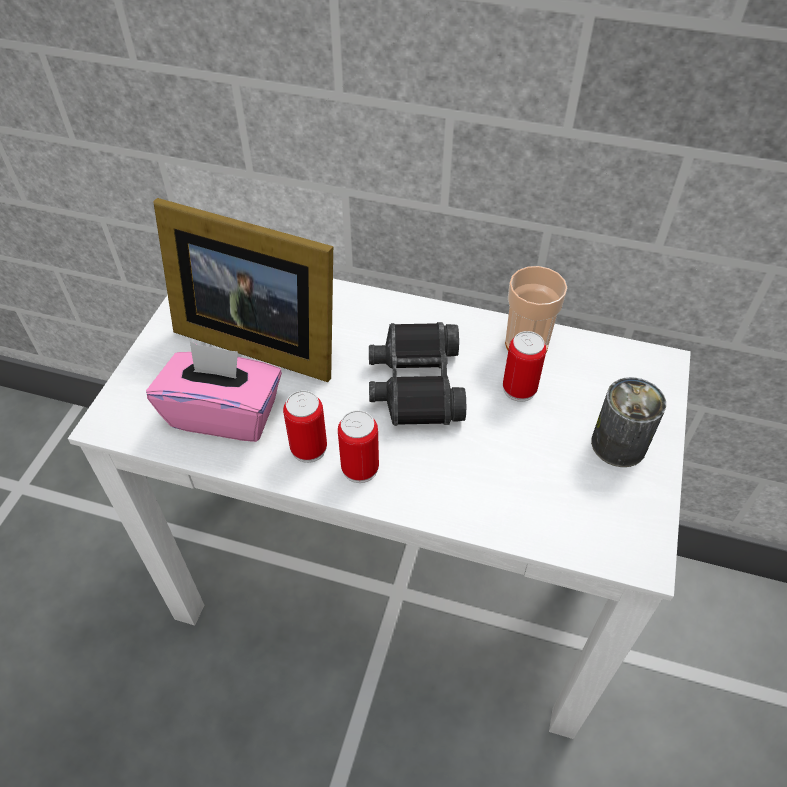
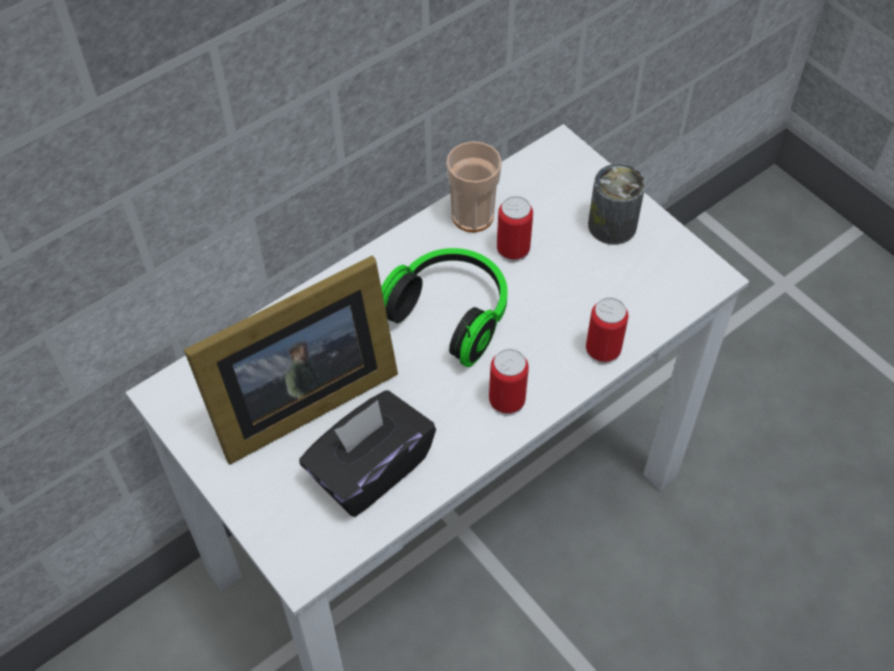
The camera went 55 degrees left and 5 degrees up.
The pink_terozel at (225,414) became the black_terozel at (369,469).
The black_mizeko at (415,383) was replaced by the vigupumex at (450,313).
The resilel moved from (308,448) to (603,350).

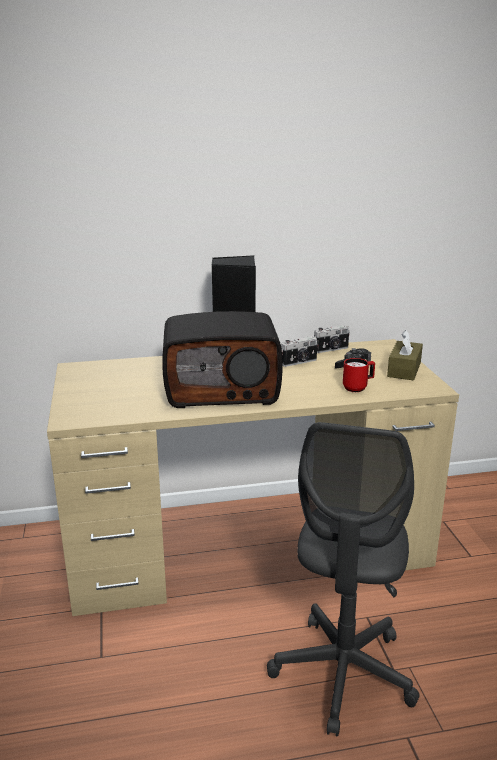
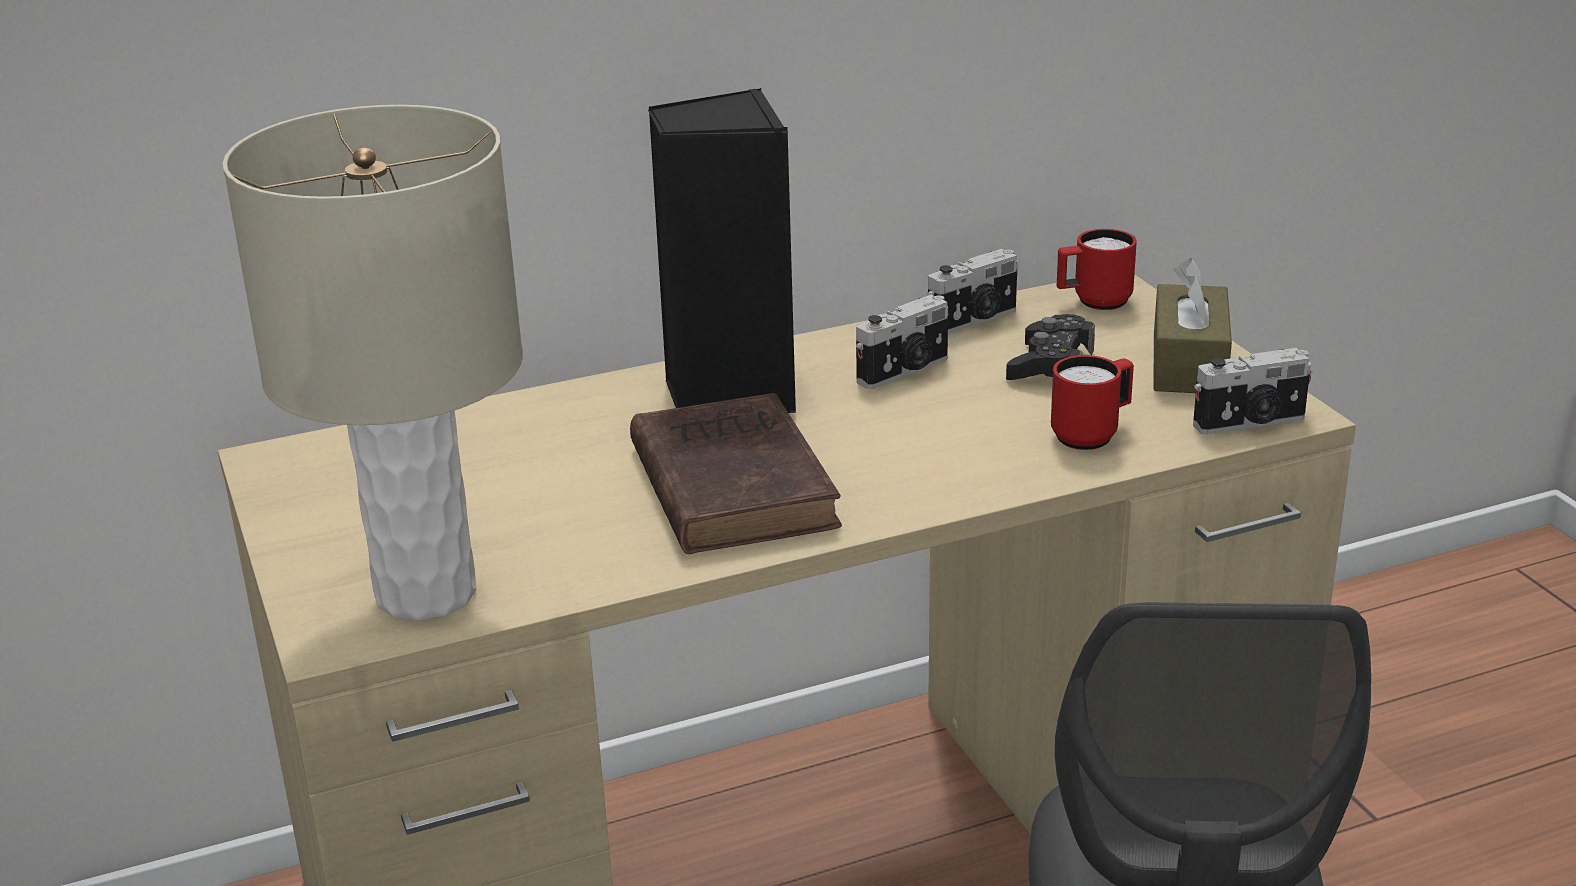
The camera went 10 degrees left and 5 degrees up.
The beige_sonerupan at (427,594) appeared.
The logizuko at (222,389) was replaced by the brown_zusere at (730,483).
The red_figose at (1093,302) appeared.
The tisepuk at (1251,423) appeared.

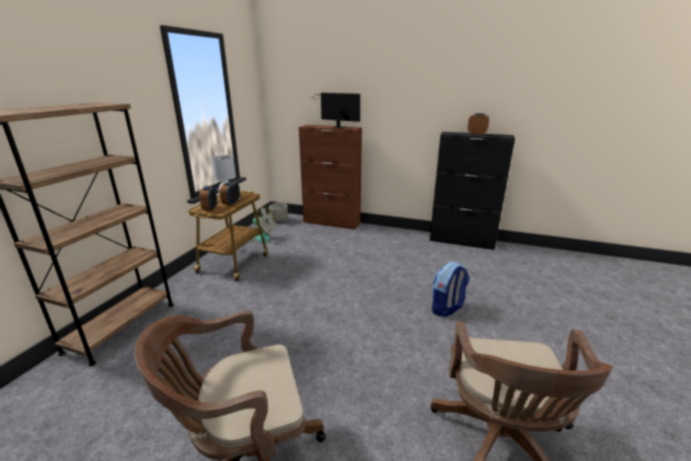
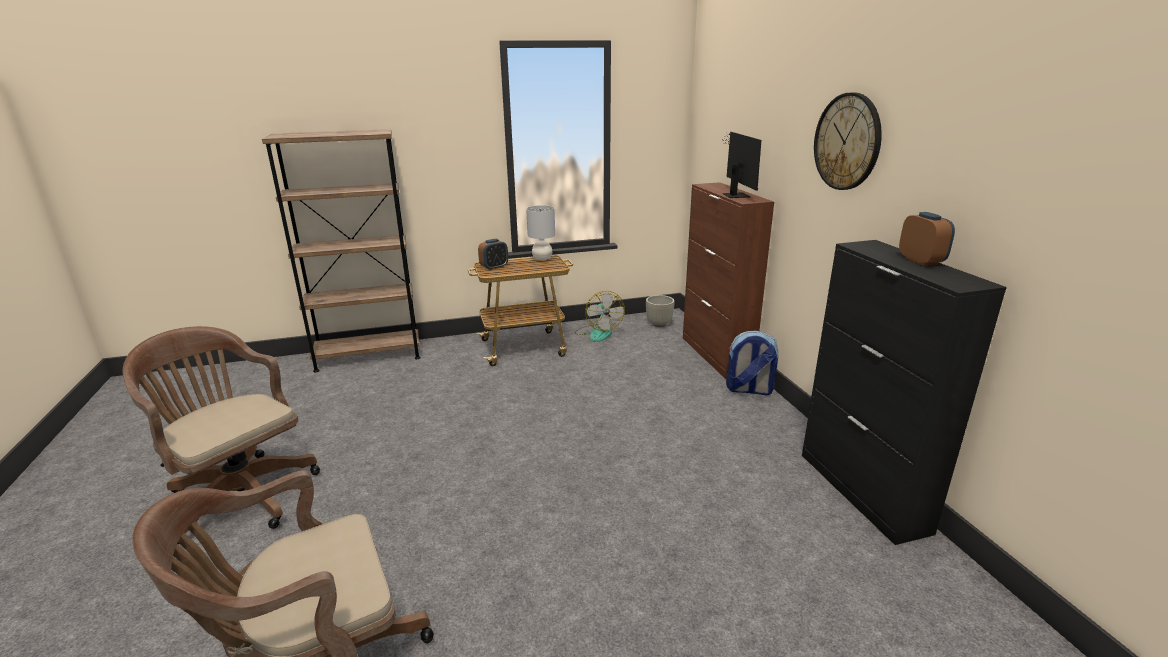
The camera went 55 degrees right and 0 degrees up.
The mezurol moved from (447,308) to (748,390).
The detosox at (847,142) appeared.
The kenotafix at (231,203) disappeared.

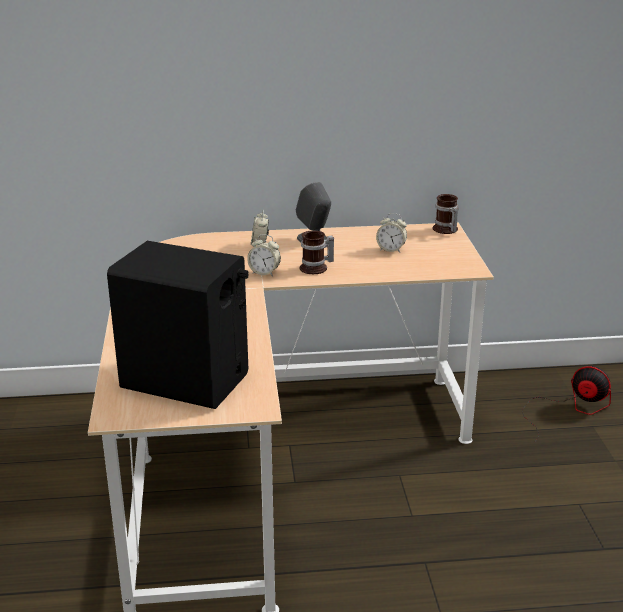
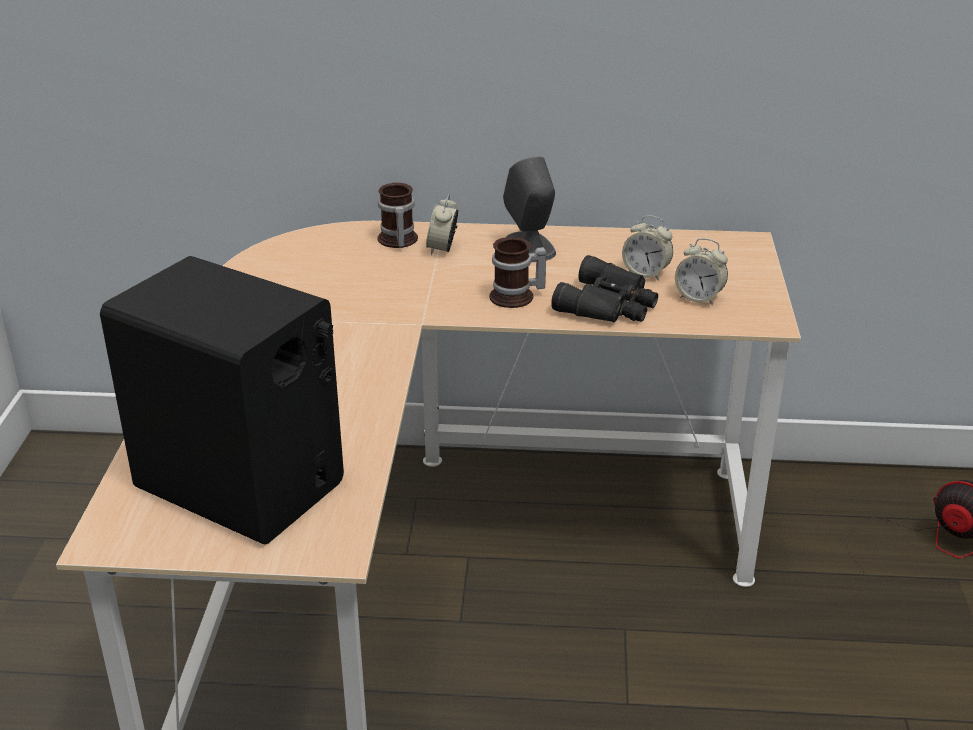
The camera went 10 degrees right and 5 degrees up.
The figose moved from (445,230) to (396,241).
The black_mizeko at (609,305) appeared.
The kenotafix moved from (264,273) to (699,298).

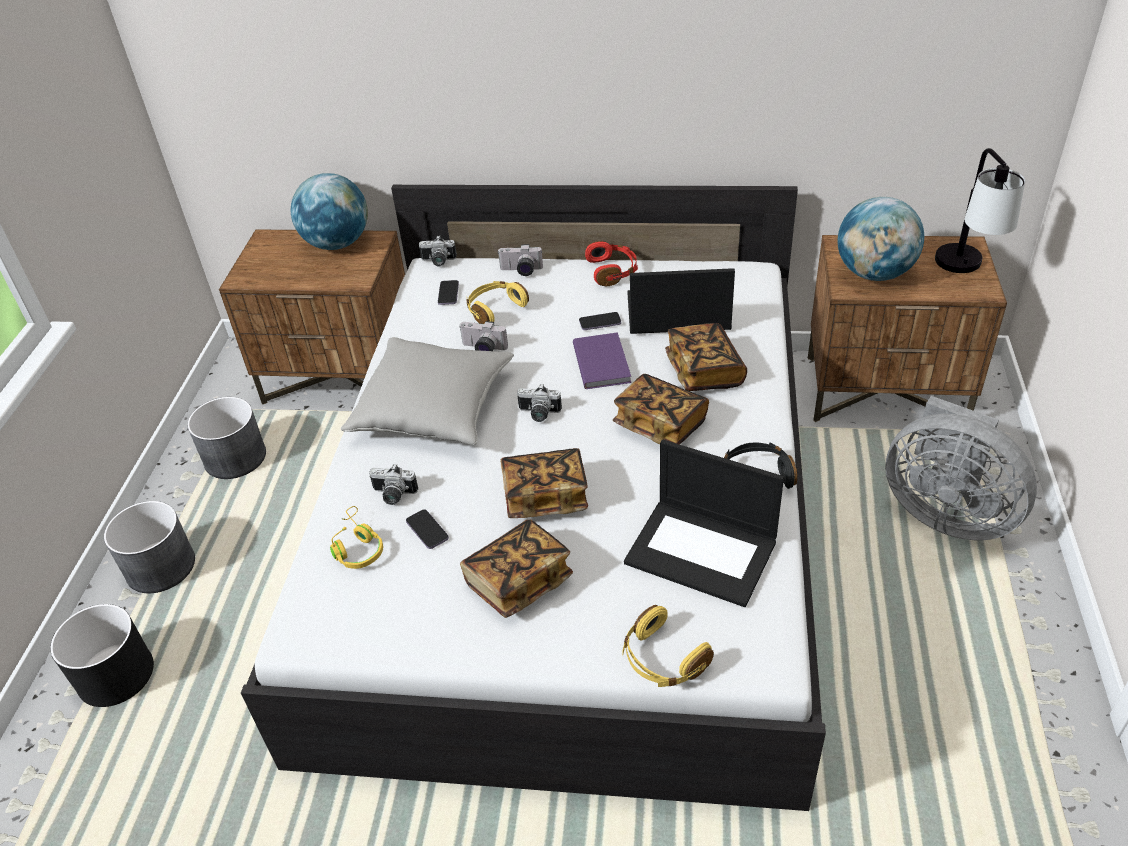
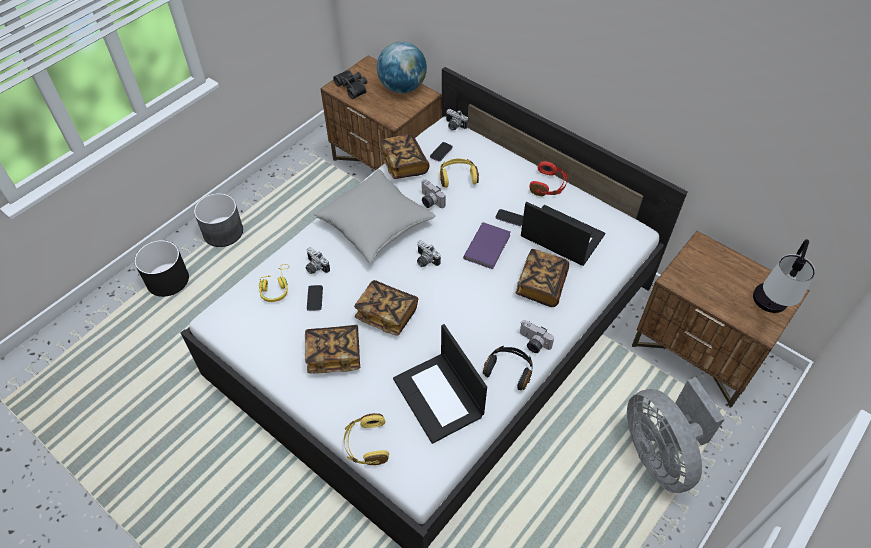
The camera went 30 degrees right and 10 degrees up.
The black_mizeko at (353,87) appeared.
The zusere moved from (660,424) to (404,165).
The tisepuk moved from (521,271) to (532,343).
The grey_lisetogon at (235,457) disappeared.
The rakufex at (874,273) disappeared.

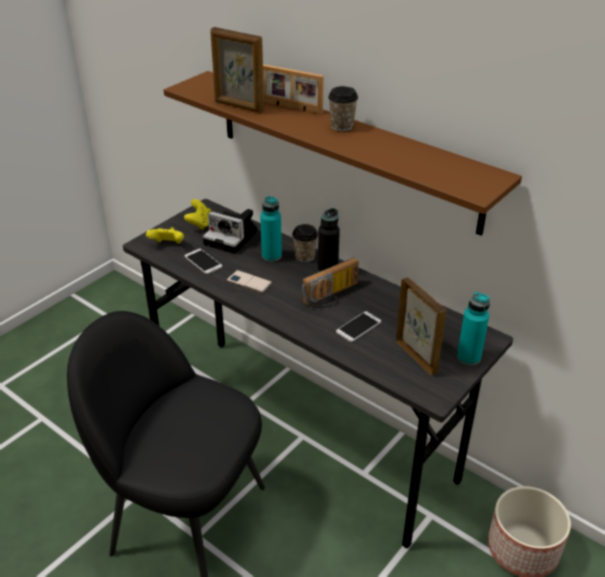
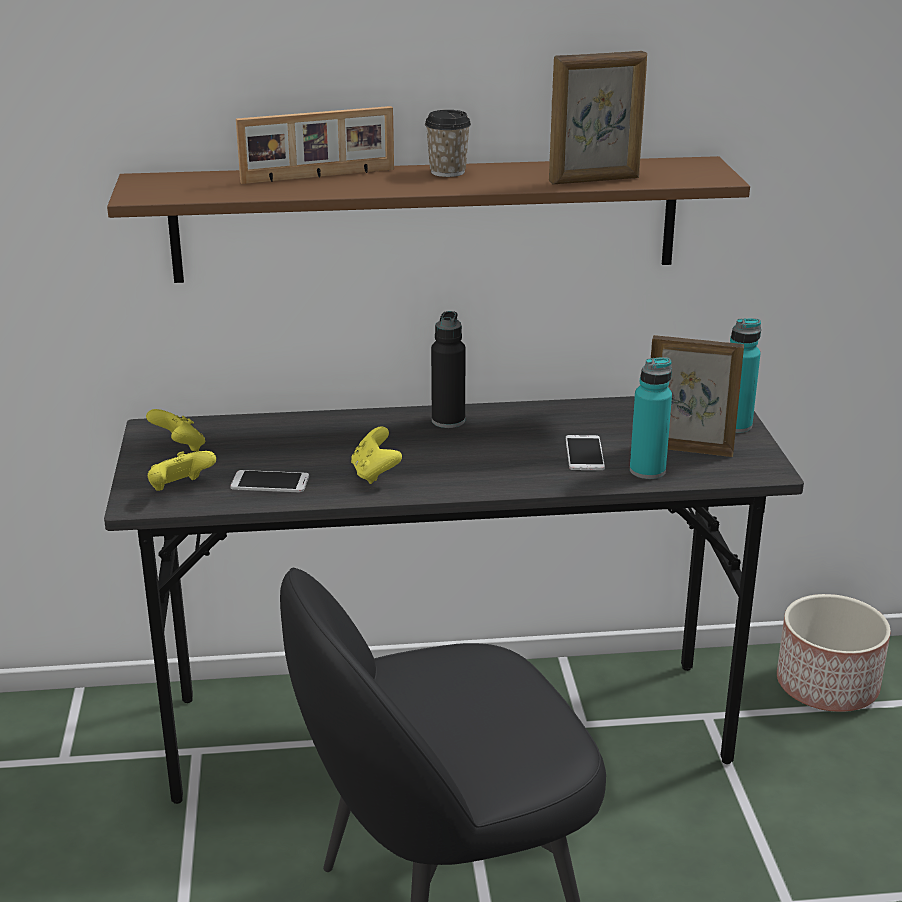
The camera went 45 degrees left and 10 degrees down.
The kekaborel at (249,282) was replaced by the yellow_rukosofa at (375,474).
The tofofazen moved from (238,106) to (595,180).
The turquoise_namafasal moved from (271,256) to (647,471).
The tisepuk at (233,238) disappeared.
The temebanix at (305,257) disappeared.
The logizuko at (332,296) disappeared.

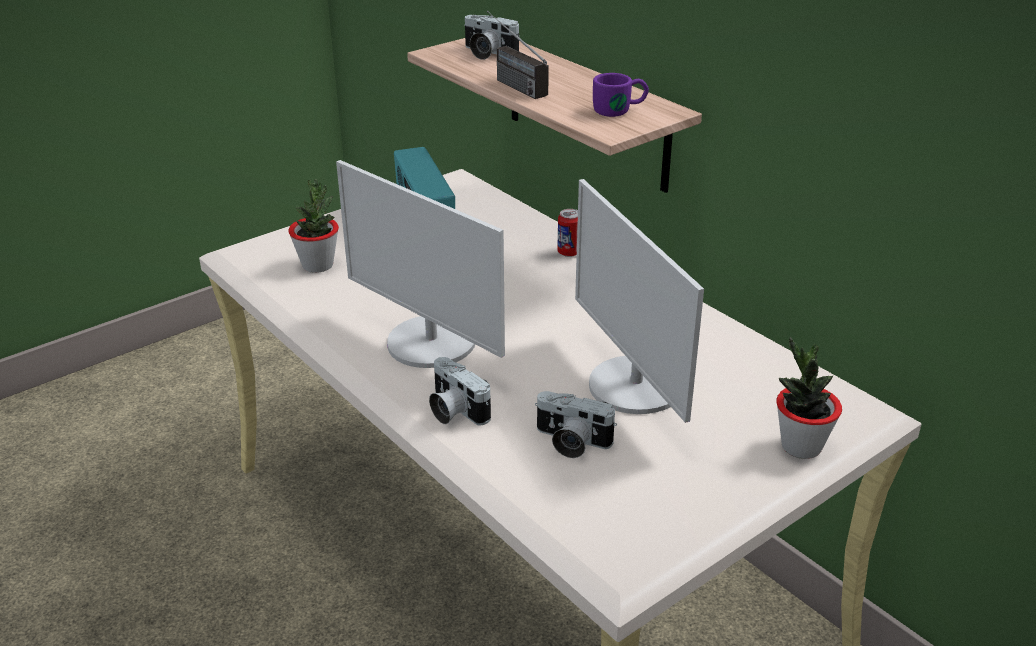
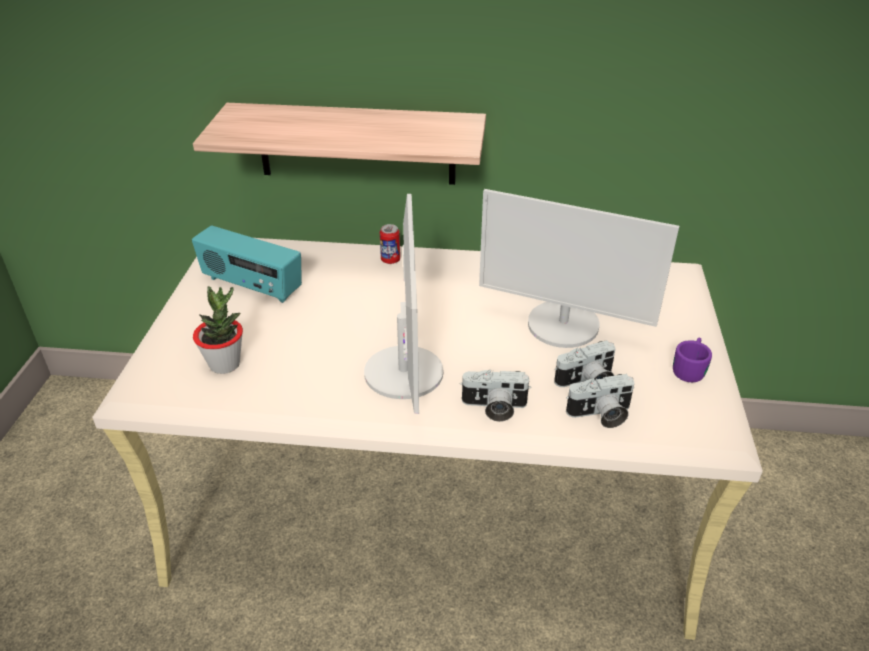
The camera went 45 degrees left and 5 degrees up.
The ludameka at (431,343) turned 90 degrees counterclockwise.
The tisepuk moved from (487,53) to (600,415).
The purple_figose moved from (620,110) to (690,368).
The logizuko at (510,83) disappeared.
The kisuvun at (801,446) disappeared.

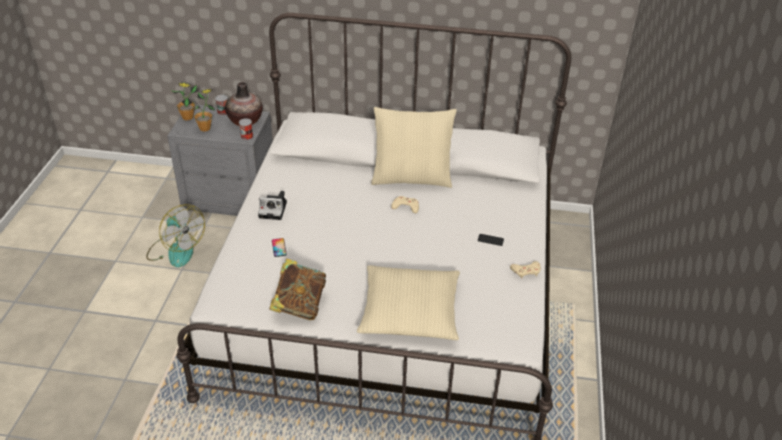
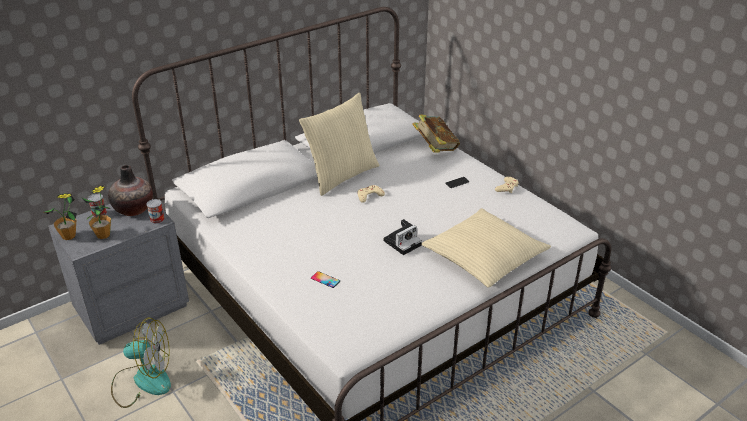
The camera went 45 degrees left and 5 degrees down.
The tisepuk moved from (274,210) to (403,242).
The zusere moved from (299,305) to (435,148).

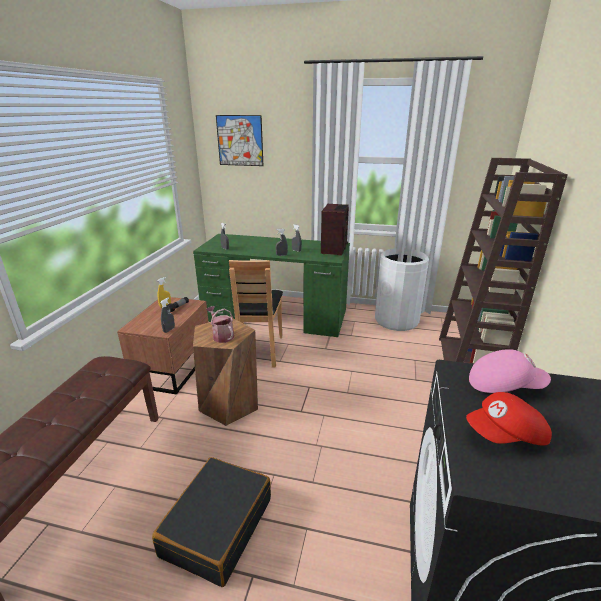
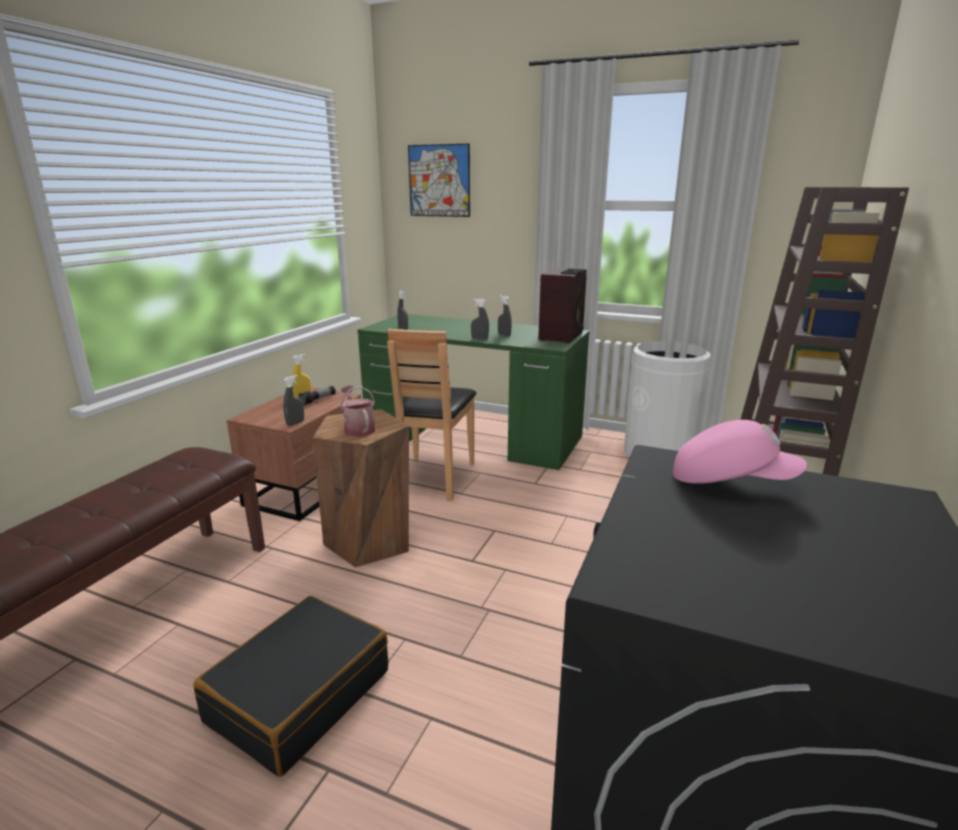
The camera went 10 degrees right and 5 degrees down.
The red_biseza at (506,436) disappeared.

